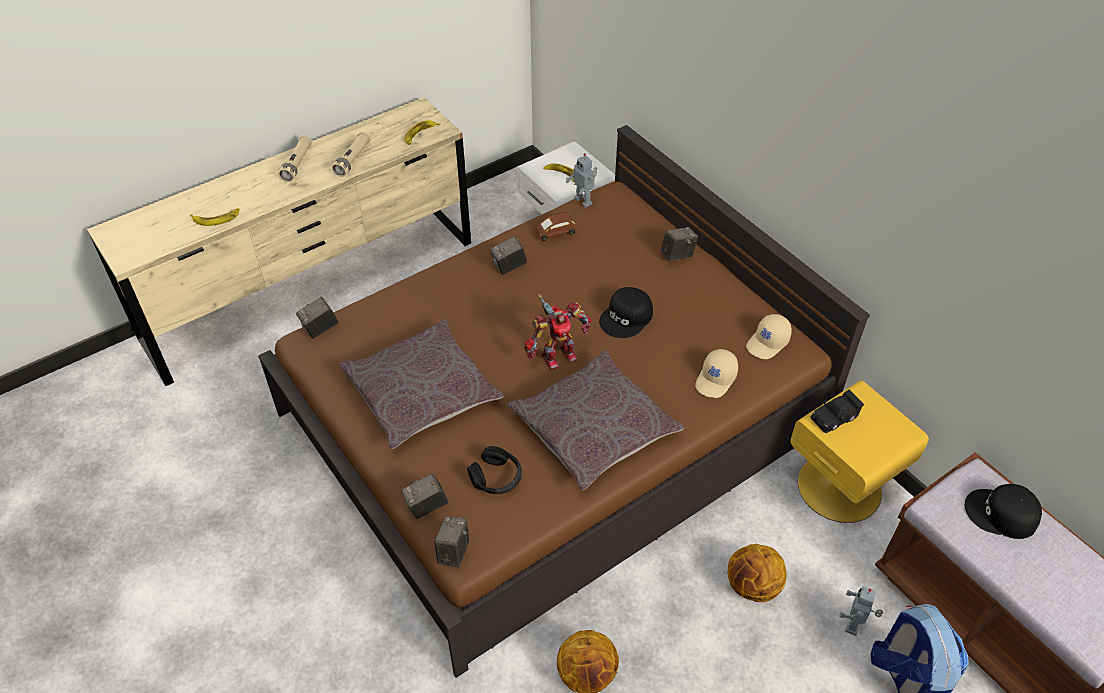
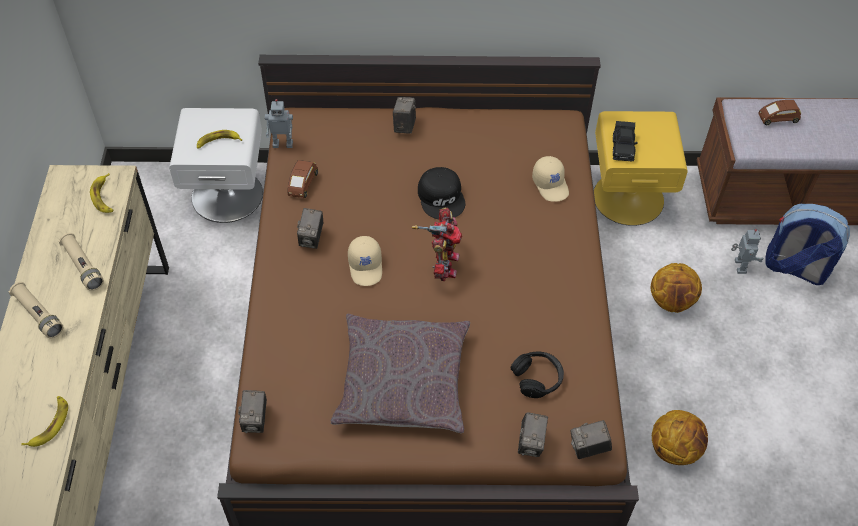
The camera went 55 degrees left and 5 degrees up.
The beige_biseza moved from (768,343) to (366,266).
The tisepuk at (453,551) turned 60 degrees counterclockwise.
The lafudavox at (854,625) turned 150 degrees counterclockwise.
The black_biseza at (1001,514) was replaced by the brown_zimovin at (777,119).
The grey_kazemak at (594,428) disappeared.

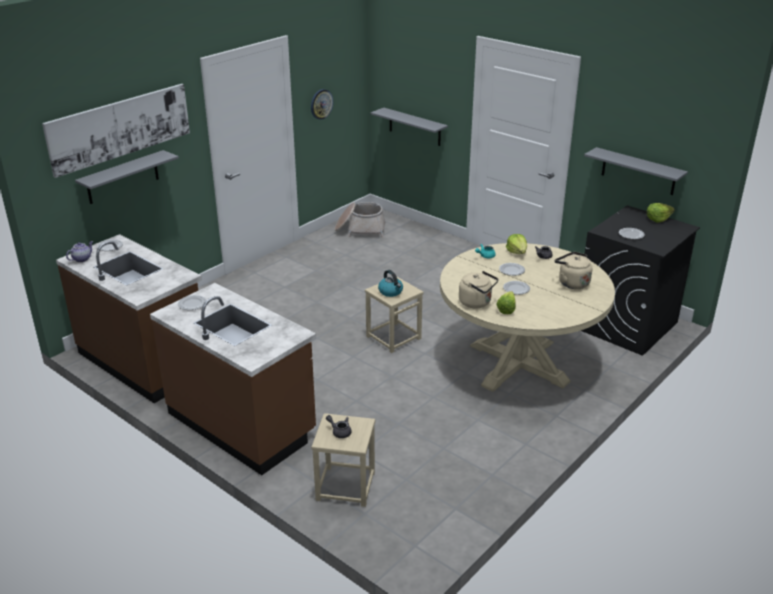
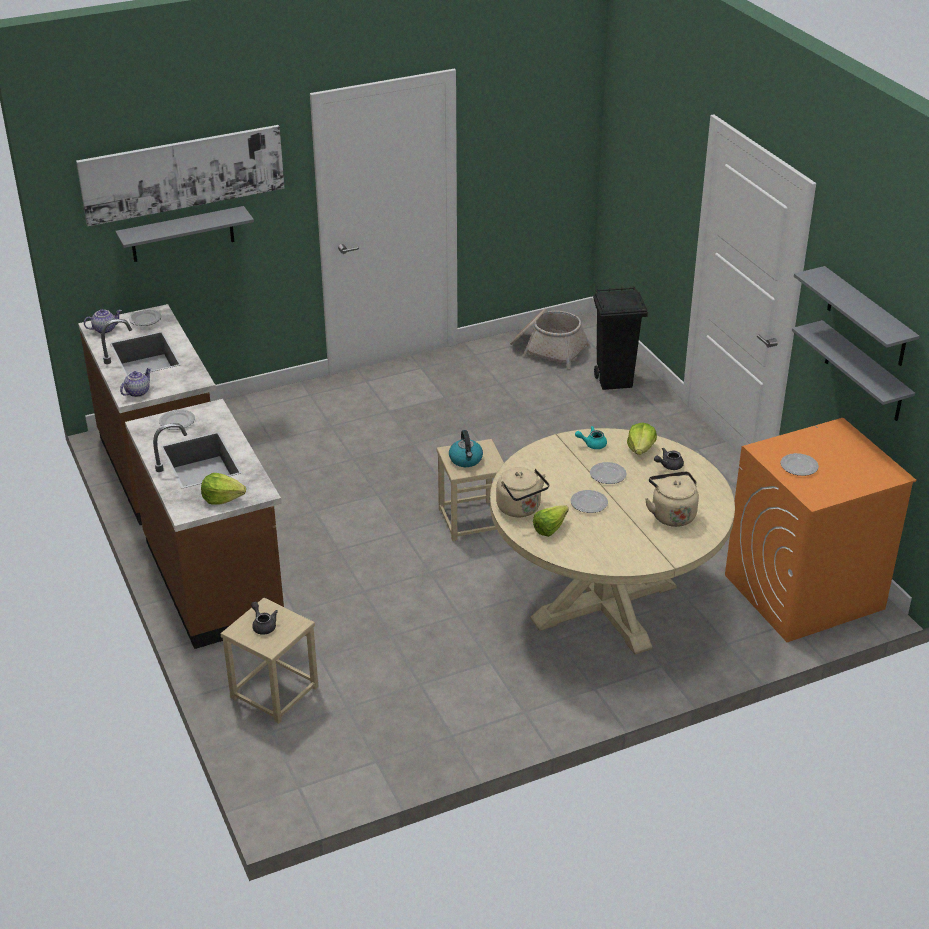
The camera went 25 degrees right and 5 degrees up.
The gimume at (137,392) appeared.
The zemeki moved from (658,219) to (222,498).
The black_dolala at (615,381) appeared.
The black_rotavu at (626,325) became the orange_rotavu at (803,592).
The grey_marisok moved from (414,127) to (867,318).
The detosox at (321,104) disappeared.

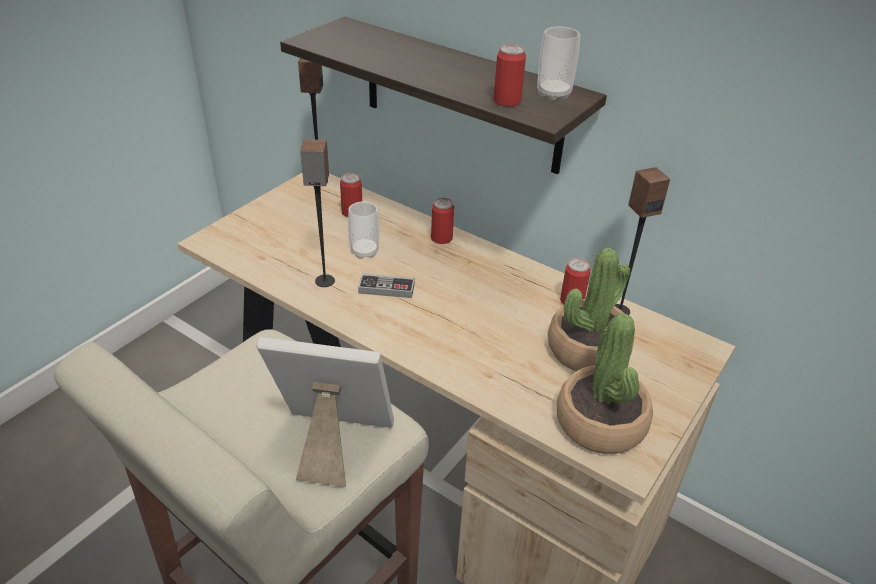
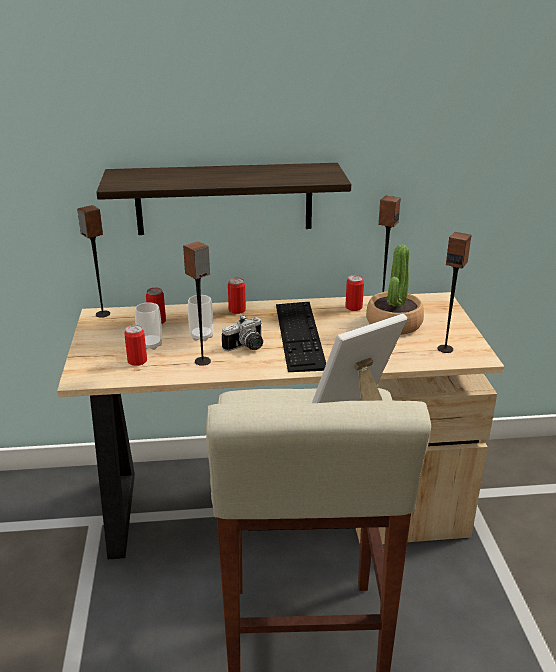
The camera went 40 degrees left and 10 degrees down.
The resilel moved from (507,101) to (137,361).
The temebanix moved from (553,94) to (150,345).
The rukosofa at (386,288) was replaced by the tisepuk at (247,347).
The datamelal at (299,335) appeared.
The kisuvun at (601,423) was replaced by the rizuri at (445,349).

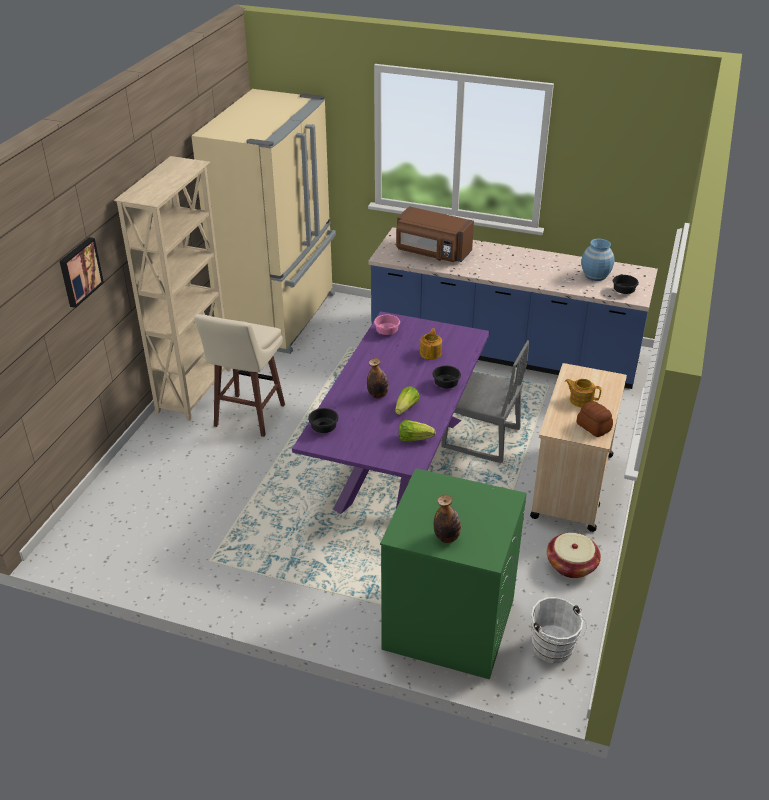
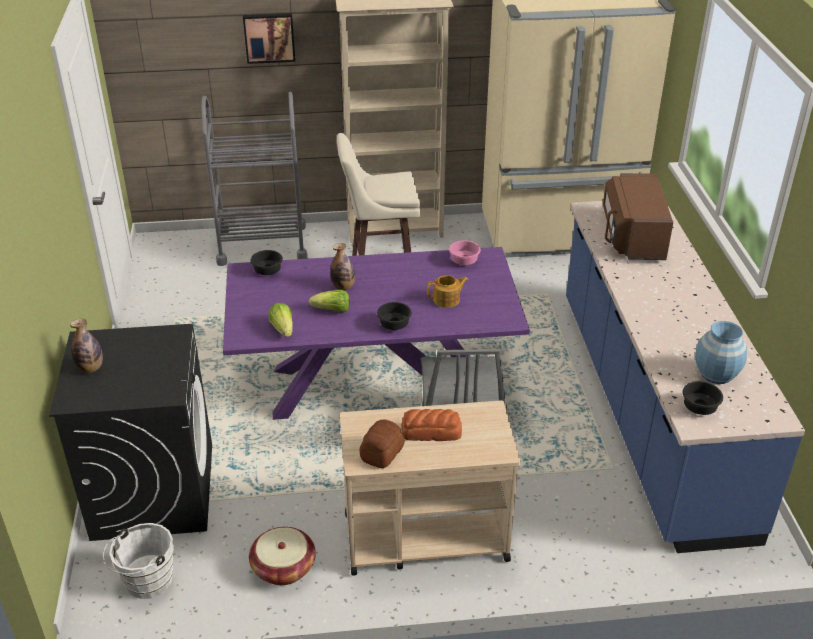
The camera went 65 degrees right and 0 degrees up.
The green_rotavu at (448,624) became the black_rotavu at (153,490).
The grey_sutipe at (262,245) appeared.
The gimume at (581,400) was replaced by the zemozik at (432,431).

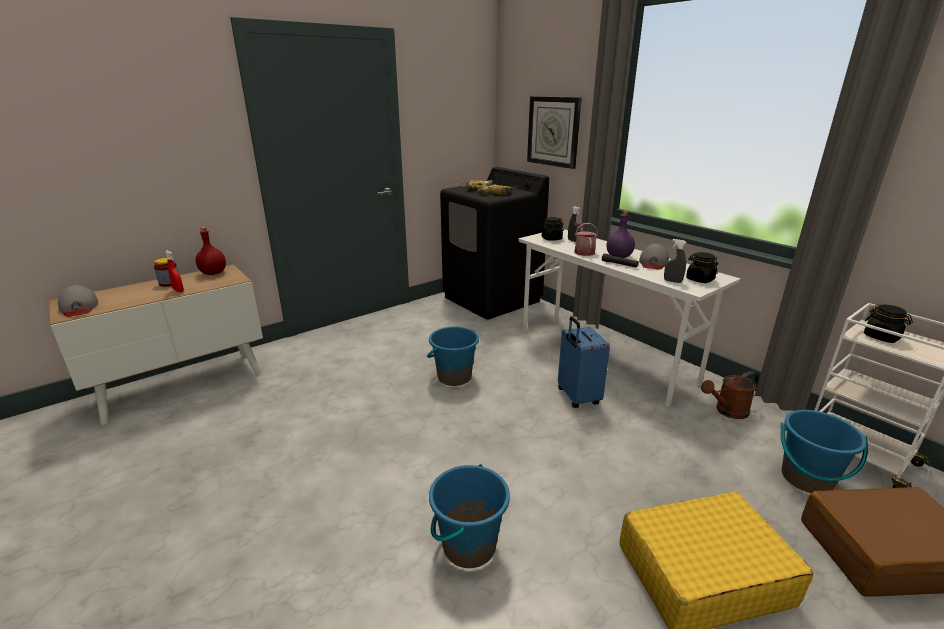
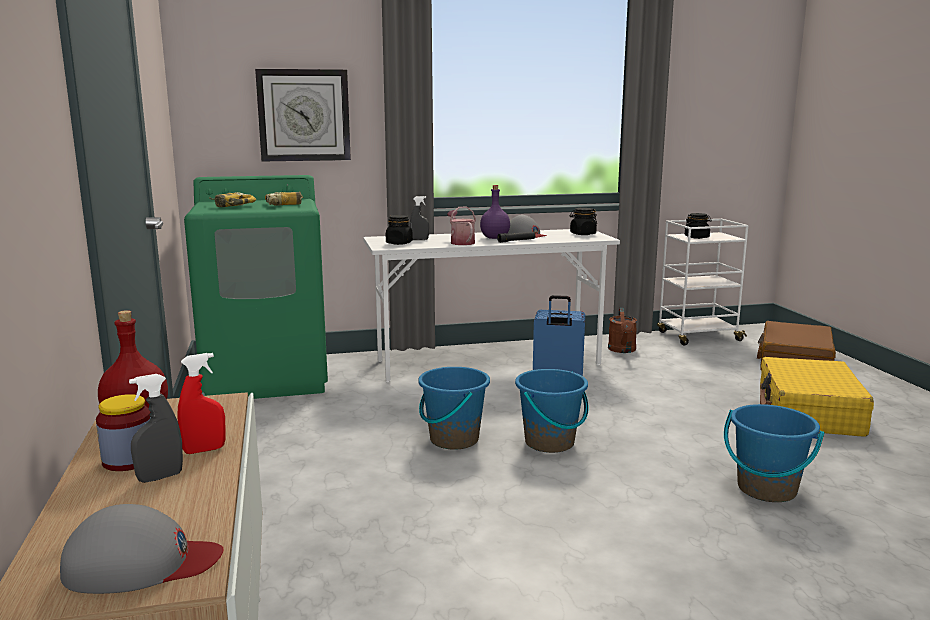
The camera went 65 degrees left and 10 degrees down.
The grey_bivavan moved from (672,281) to (160,477).
The black_rotavu at (492,299) became the green_rotavu at (268,377).
The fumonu at (583,251) turned 45 degrees clockwise.
The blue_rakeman moved from (806,479) to (550,442).

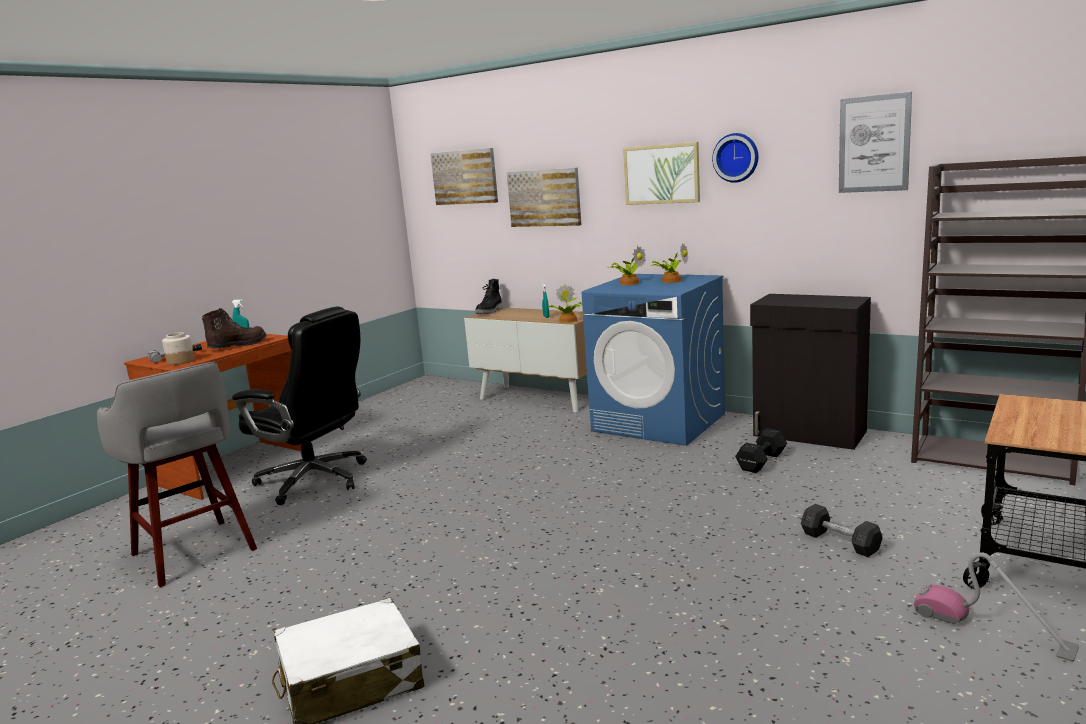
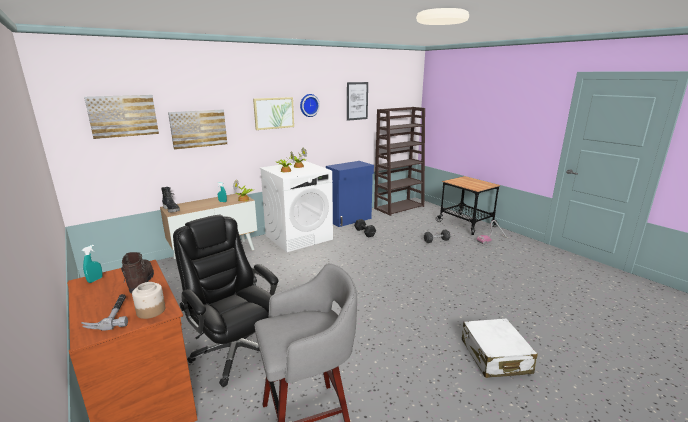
The camera went 70 degrees left and 5 degrees up.
The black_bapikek at (315,480) turned 90 degrees counterclockwise.
The blue_rotavu at (659,422) became the white_rotavu at (299,237).
The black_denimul at (809,434) became the blue_denimul at (349,219).

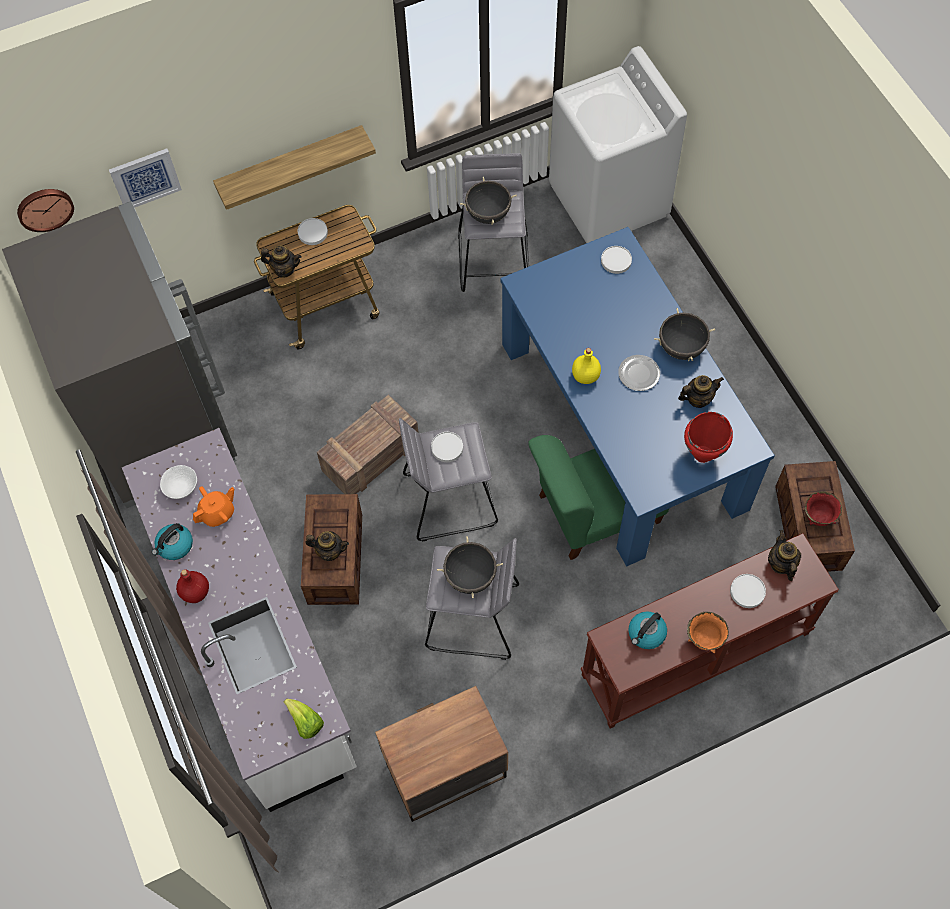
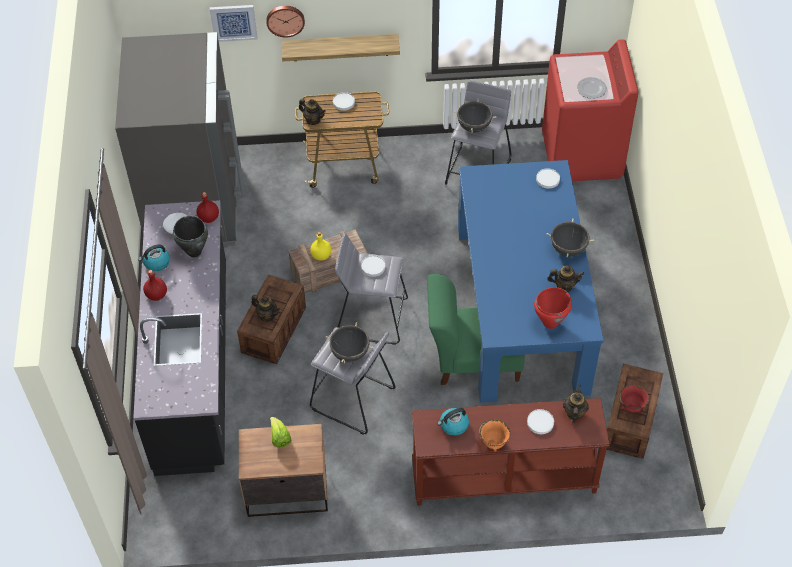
The camera went 20 degrees right and 10 degrees down.
The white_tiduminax at (256,643) became the black_tiduminax at (194,366).
The orange_gimume at (218,513) was replaced by the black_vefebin at (194,252).
The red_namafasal at (209,218) appeared.
The detosox moved from (44,208) to (285,20).
The zemeki moved from (305,722) to (279,438).
The yellow_namafasal moved from (585,375) to (321,255).
The white_rotavu at (608,200) became the red_rotavu at (582,155).
The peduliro moved from (638,373) to (591,88).

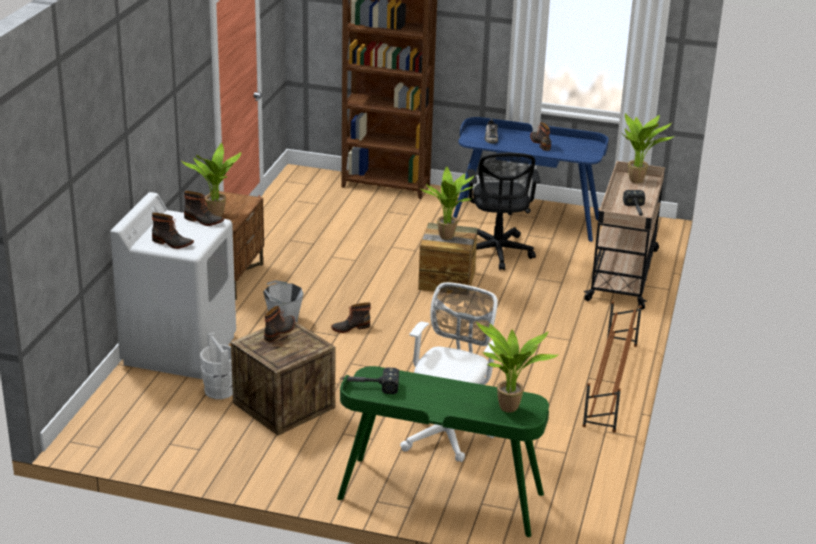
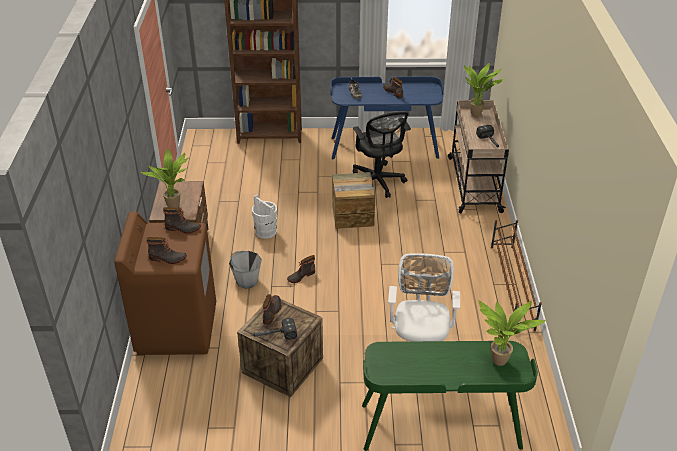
The camera went 15 degrees left and 10 degrees up.
The white_rotavu at (179,349) became the brown_rotavu at (176,328).
The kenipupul moved from (368,386) to (273,335).
The white_rakeman moved from (219,390) to (265,231).
The kisuvun at (448,238) disappeared.

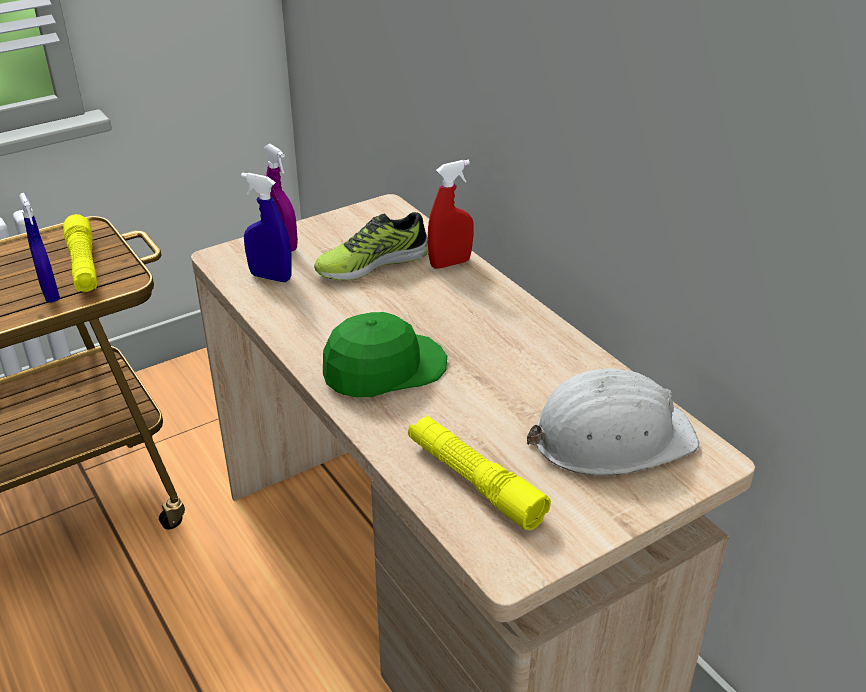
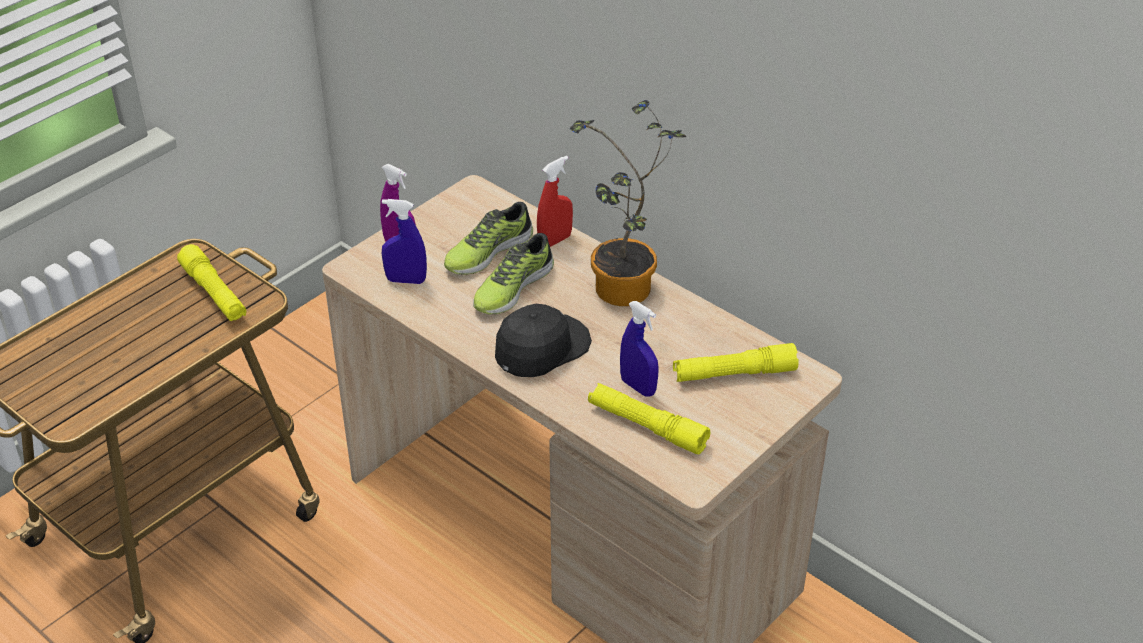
The camera went 15 degrees left and 5 degrees up.
The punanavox at (512,288) appeared.
The green_biseza at (383,368) became the black_biseza at (541,348).
The kisuvun at (622,295) appeared.
The blue_bivavan moved from (50,294) to (638,387).
The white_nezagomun at (610,437) was replaced by the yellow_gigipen at (734,374).

